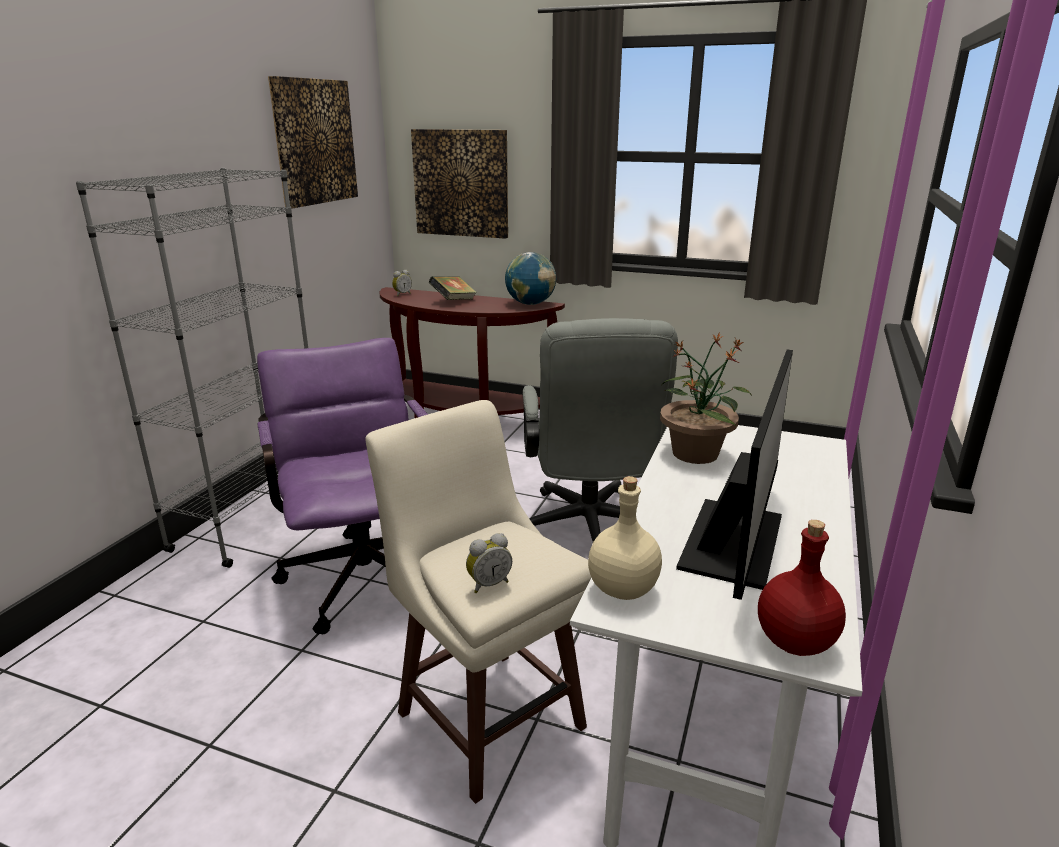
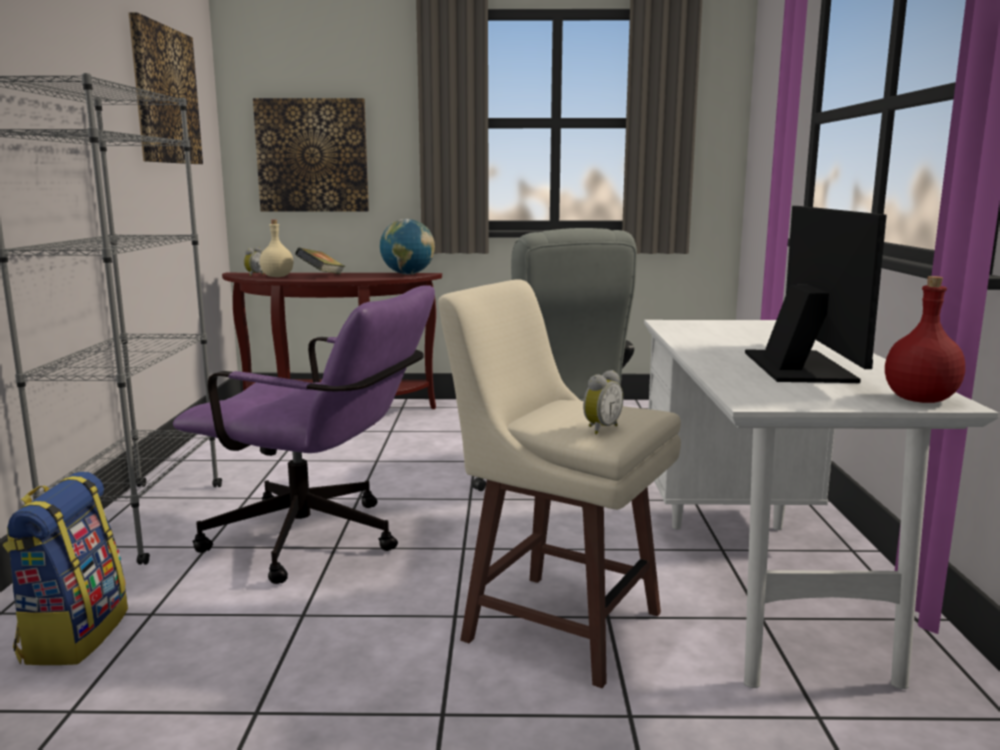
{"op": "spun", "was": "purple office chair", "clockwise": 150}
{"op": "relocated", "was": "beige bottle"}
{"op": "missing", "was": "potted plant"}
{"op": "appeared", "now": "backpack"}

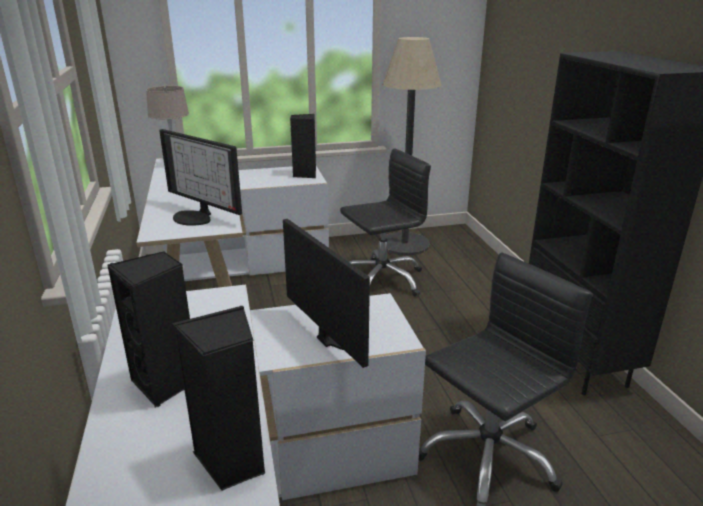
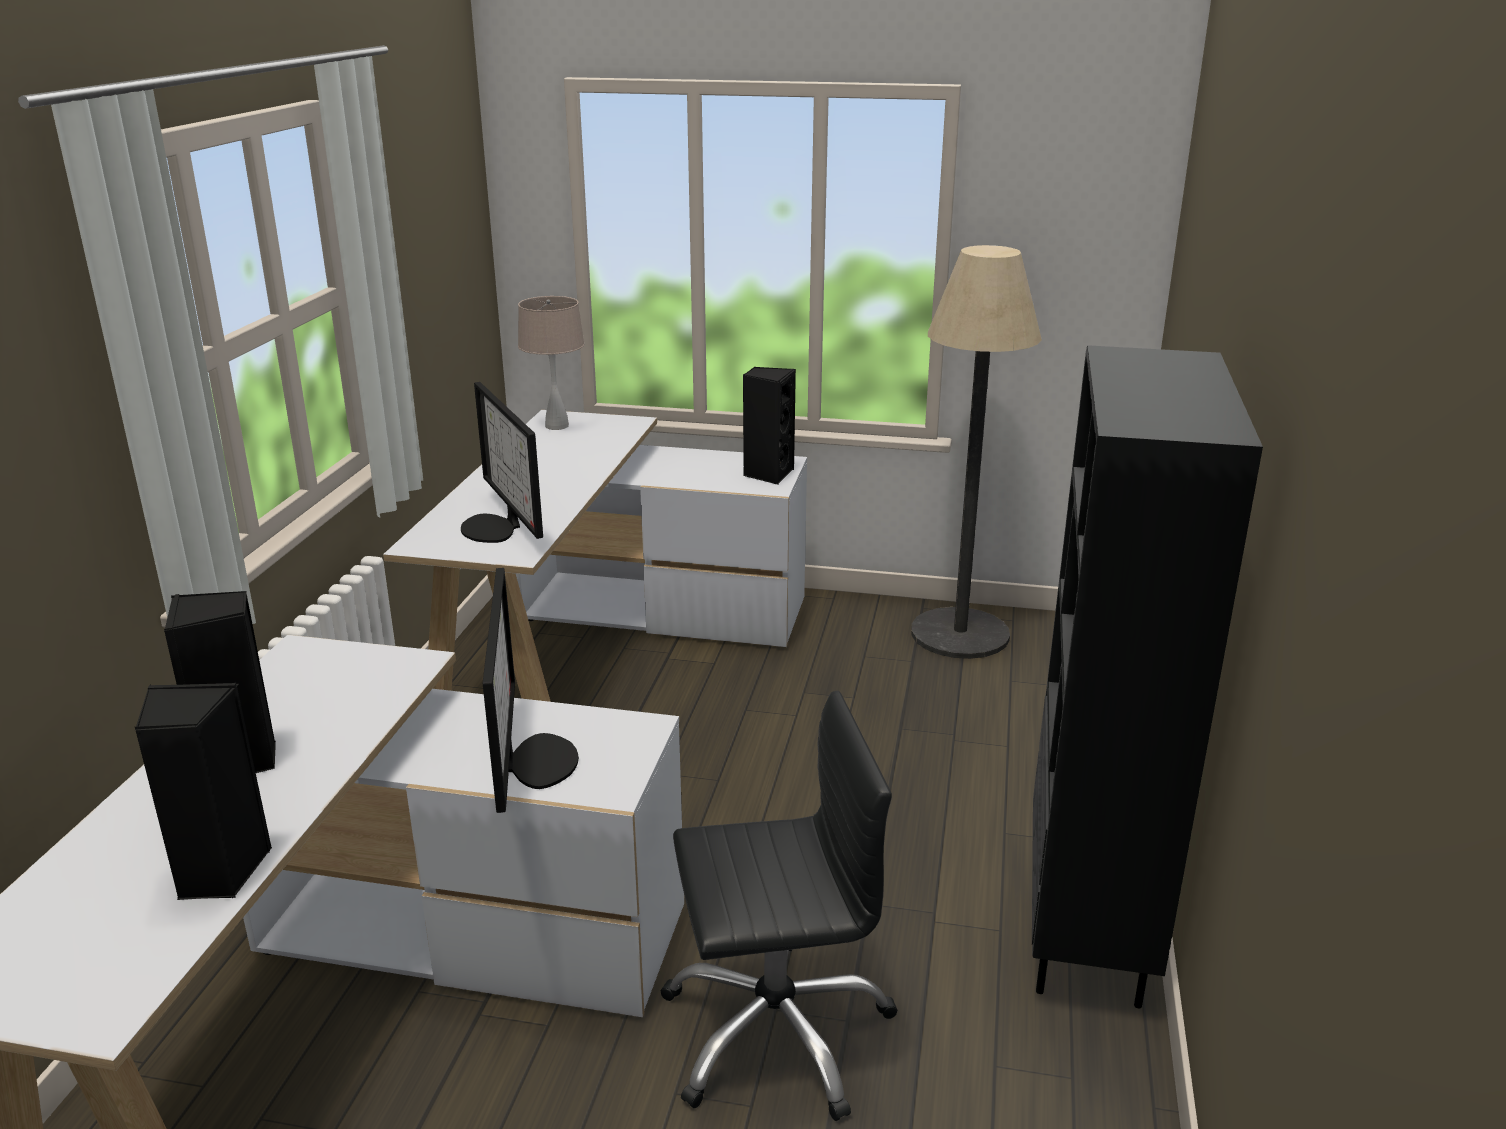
{"op": "missing", "was": "black office chair (no. 1 from left)"}

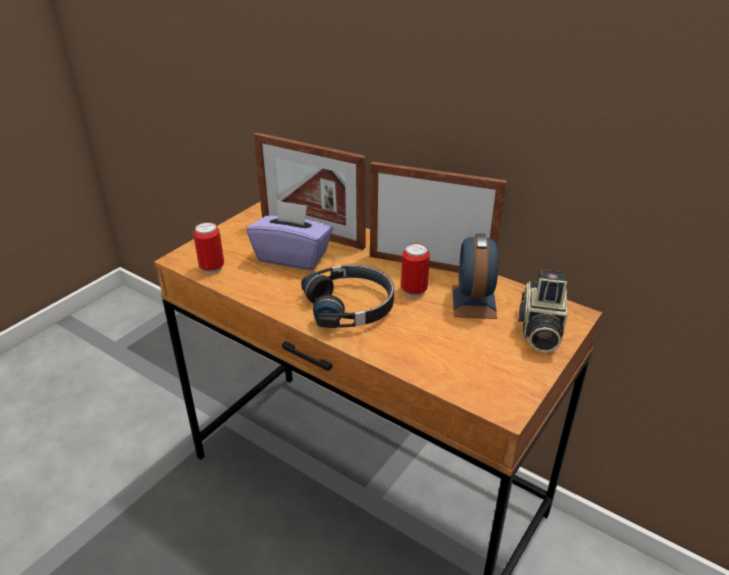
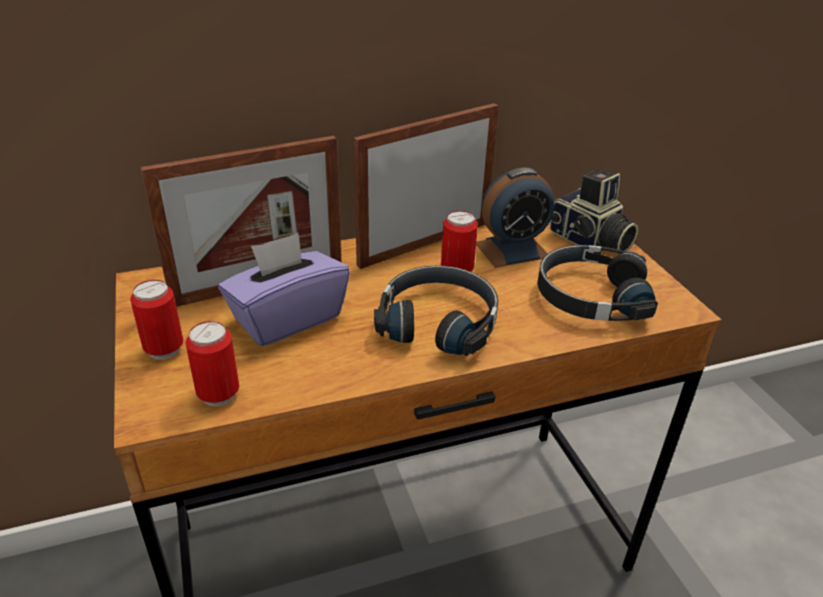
{"op": "spun", "was": "alarm clock", "clockwise": -60}
{"op": "appeared", "now": "can (no. 1 from left)"}
{"op": "appeared", "now": "black headphones (no. 2 from left)"}

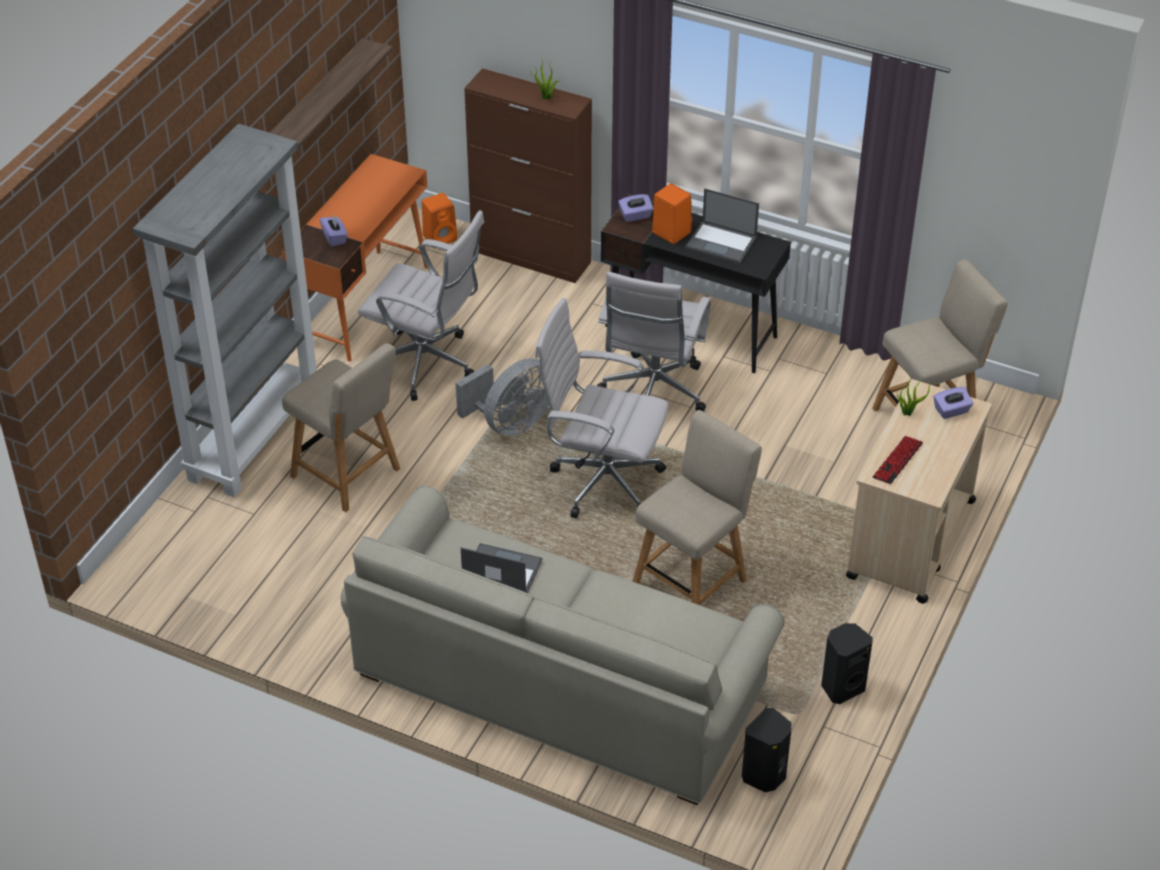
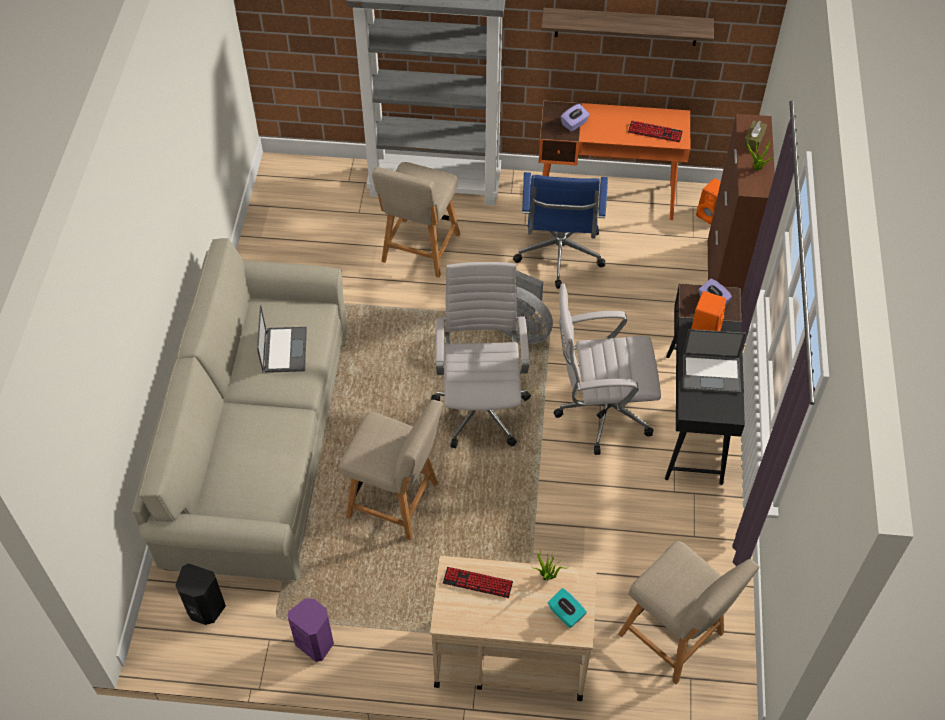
{"op": "colour", "was": "white office chair (no. 1 from left)", "now": "blue office chair"}
{"op": "spun", "was": "laptop (no. 2 from left)", "clockwise": -90}
{"op": "colour", "was": "black speaker (no. 2 from left)", "now": "purple speaker"}
{"op": "colour", "was": "purple tissue box (no. 3 from left)", "now": "turquoise tissue box"}
{"op": "appeared", "now": "keyboard (no. 2 from left)"}
{"op": "appeared", "now": "brown tissue box"}

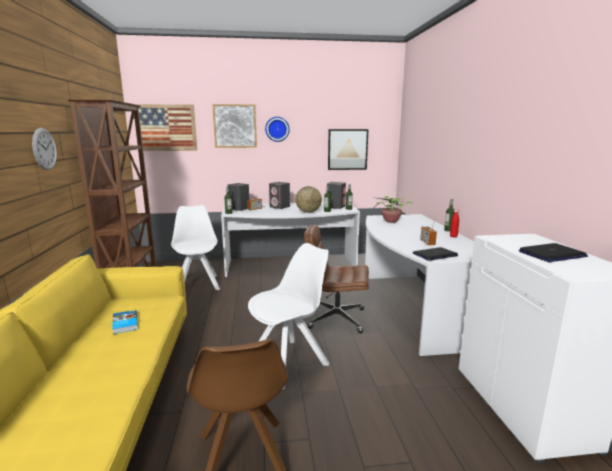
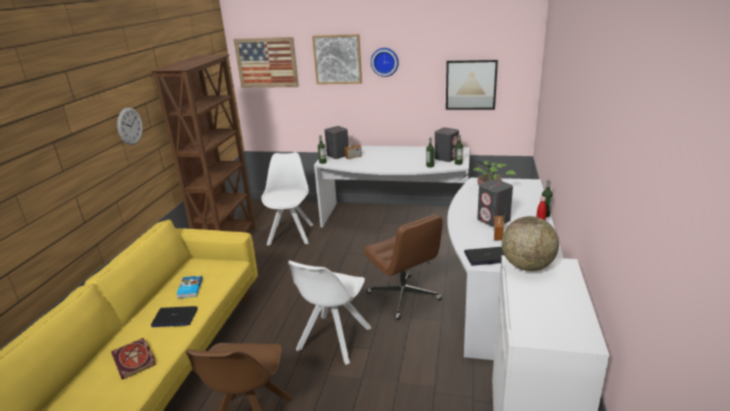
{"op": "spun", "was": "white chair (no. 2 from left)", "clockwise": 135}
{"op": "relocated", "was": "grey speaker (no. 2 from left in the first image)", "now": "grey speaker (no. 3 from left)"}
{"op": "relocated", "was": "globe"}
{"op": "spun", "was": "brown office chair", "clockwise": -150}
{"op": "relocated", "was": "laptop (no. 2 from left in the first image)", "now": "laptop (no. 1 from left)"}
{"op": "appeared", "now": "book (no. 1 from left)"}

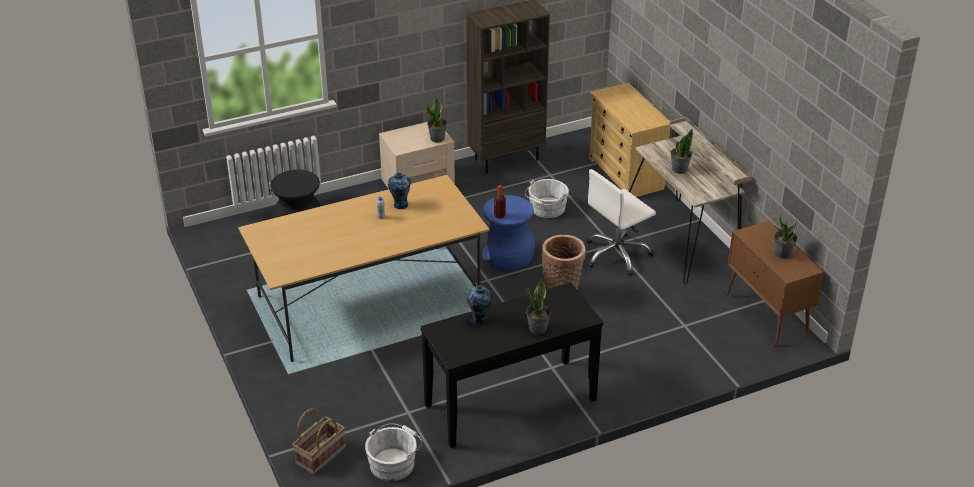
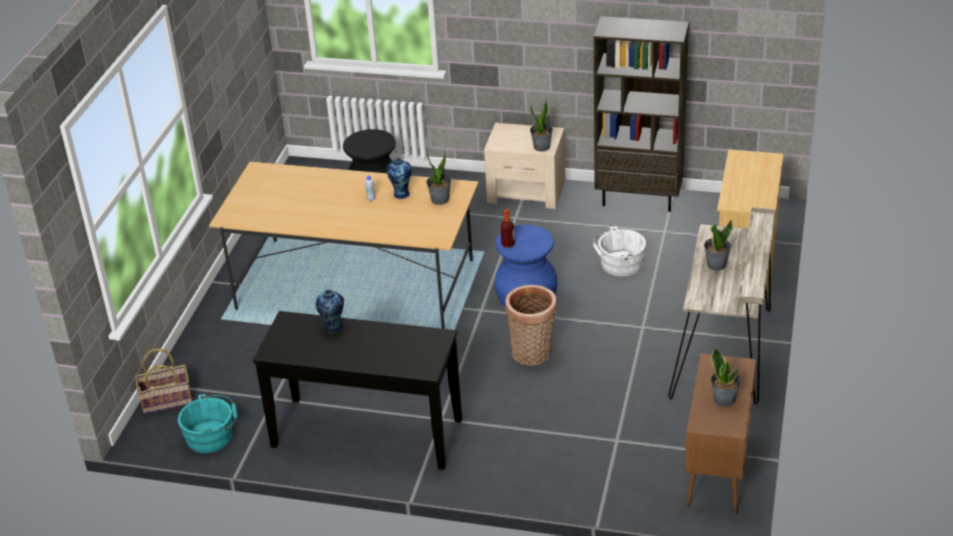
{"op": "colour", "was": "white bucket (no. 1 from left)", "now": "turquoise bucket"}
{"op": "relocated", "was": "potted plant (no. 2 from left in the first image)", "now": "potted plant (no. 1 from left)"}
{"op": "missing", "was": "white office chair"}

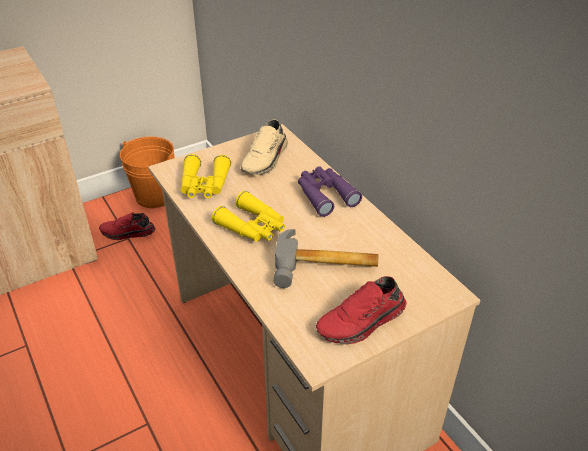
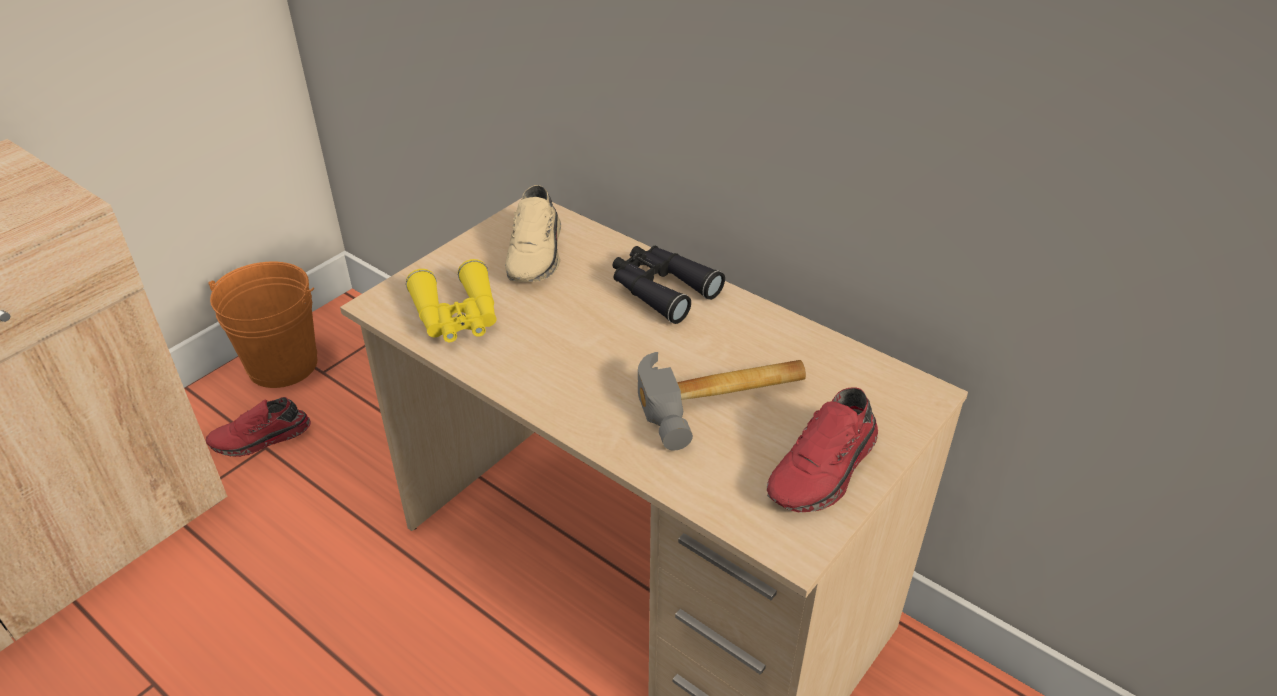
{"op": "missing", "was": "yellow binoculars (no. 2 from left)"}
{"op": "colour", "was": "purple binoculars", "now": "black binoculars"}

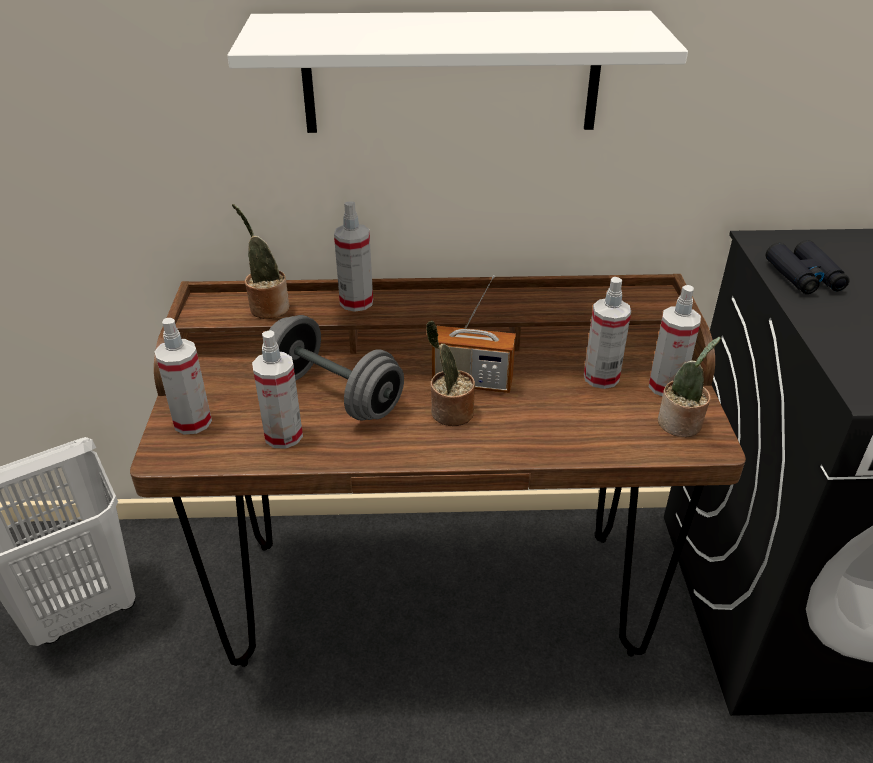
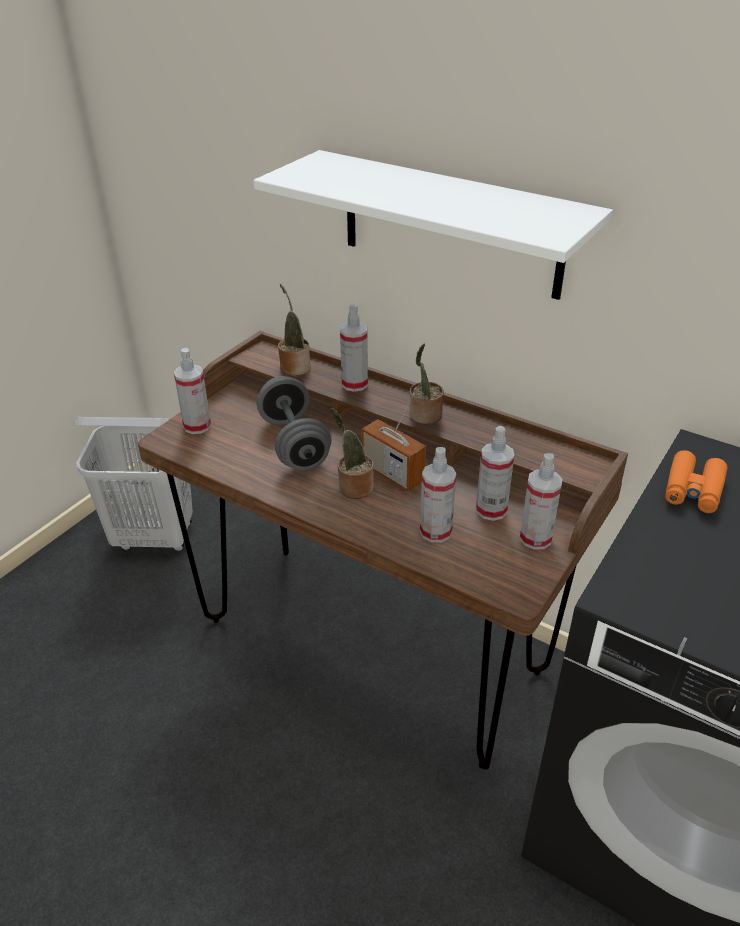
{"op": "relocated", "was": "spray bottle (no. 2 from left in the first image)", "now": "spray bottle (no. 3 from left)"}
{"op": "relocated", "was": "potted plant (no. 3 from left)"}
{"op": "colour", "was": "black binoculars", "now": "orange binoculars"}

